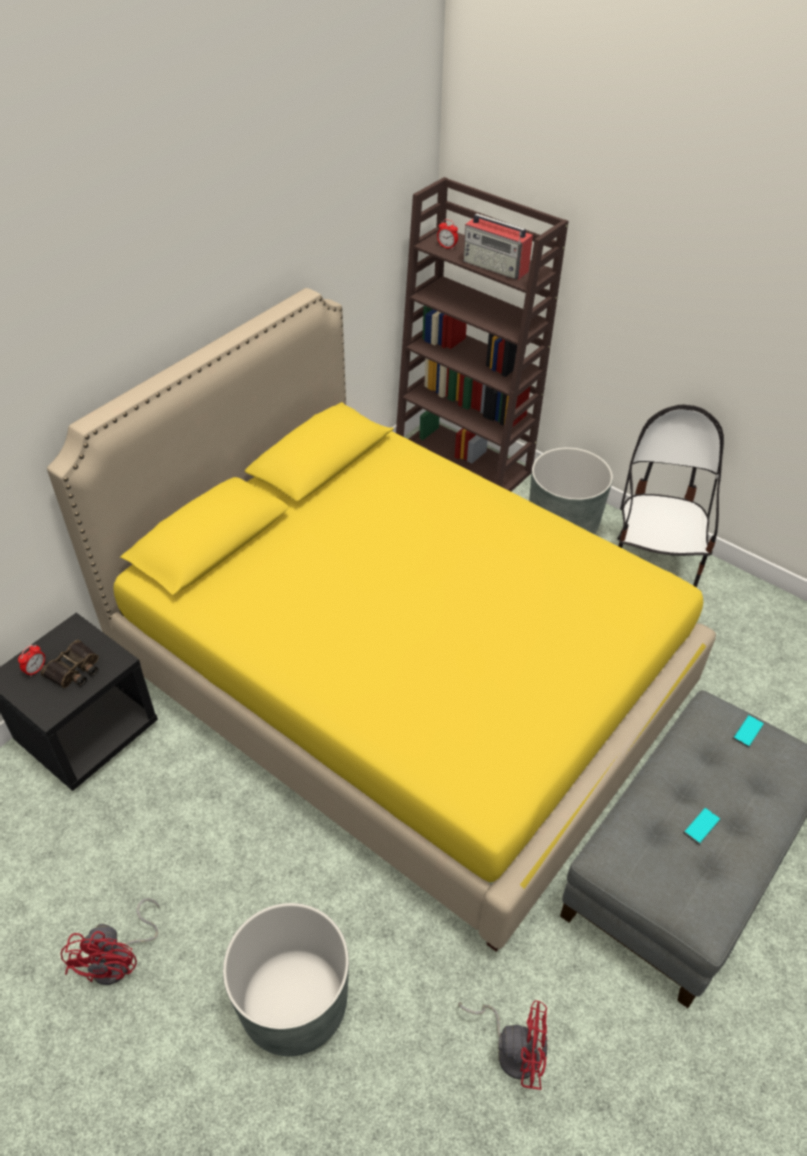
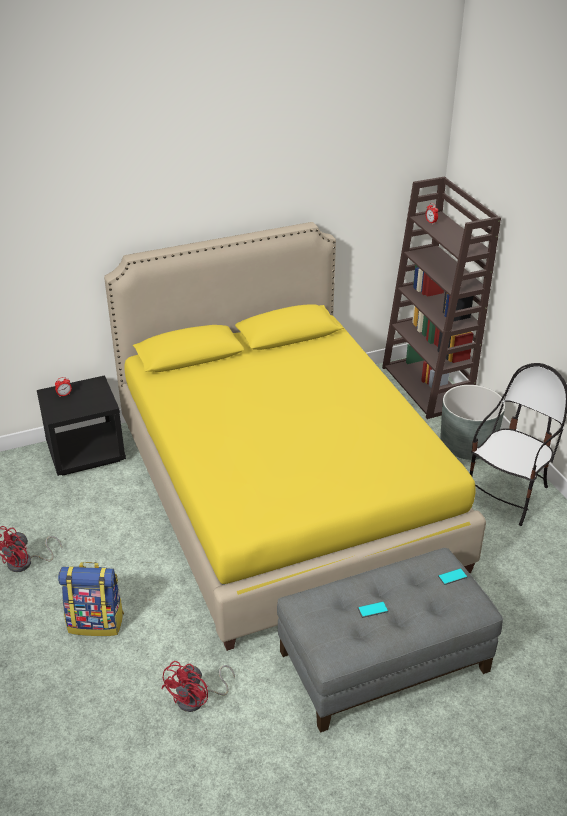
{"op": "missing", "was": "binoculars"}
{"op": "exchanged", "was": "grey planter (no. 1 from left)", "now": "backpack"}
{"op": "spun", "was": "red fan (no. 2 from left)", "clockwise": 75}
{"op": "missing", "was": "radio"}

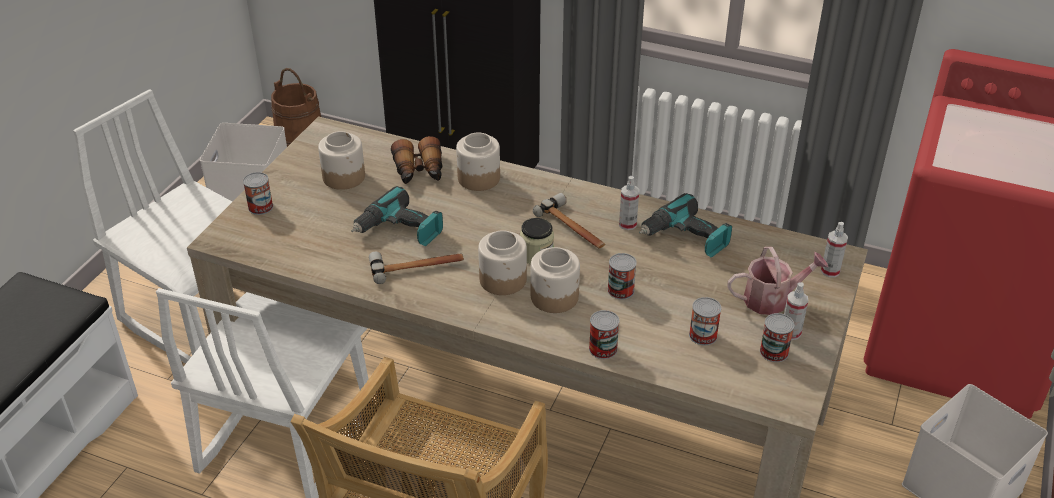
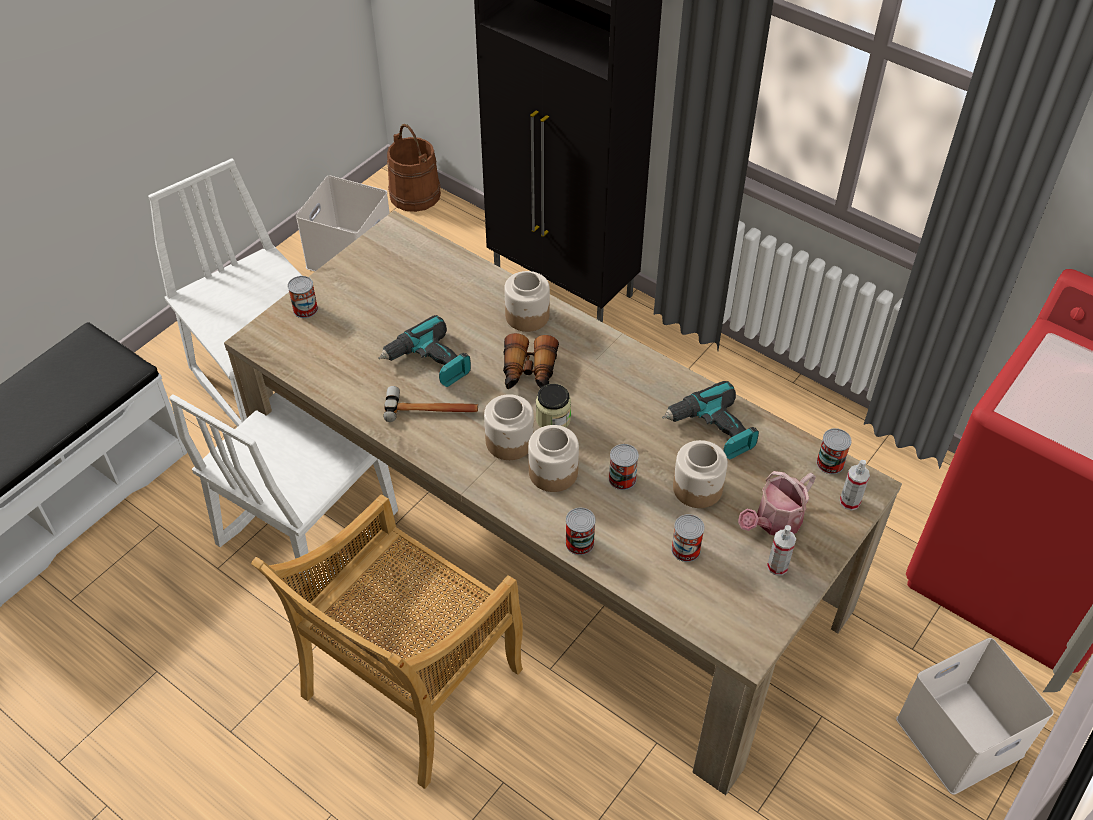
{"op": "relocated", "was": "jar (no. 1 from left in the first image)", "now": "jar (no. 5 from left)"}
{"op": "relocated", "was": "binoculars"}
{"op": "missing", "was": "hammer (no. 2 from left)"}
{"op": "missing", "was": "spray bottle (no. 1 from left)"}
{"op": "spun", "was": "watering can", "clockwise": 135}
{"op": "relocated", "was": "can (no. 5 from left)"}

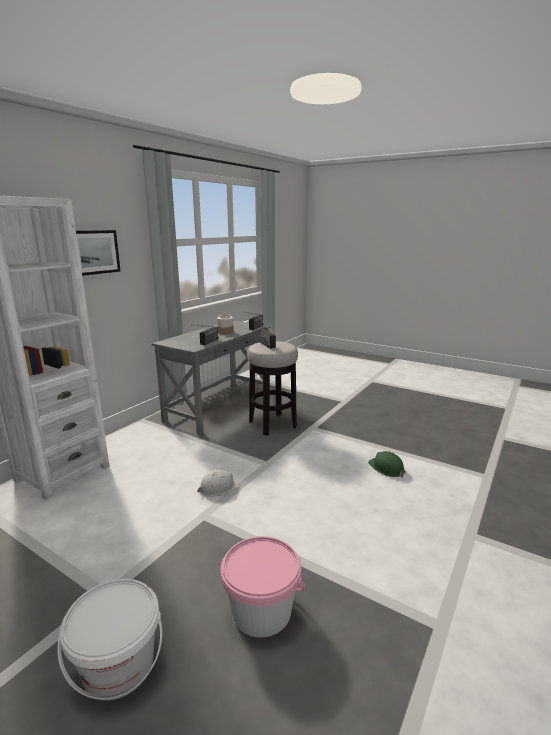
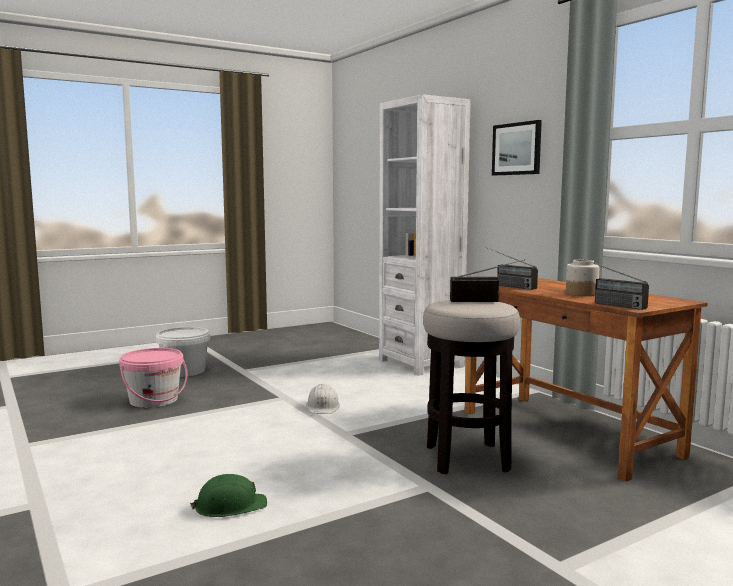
{"op": "colour", "was": "grey desk", "now": "brown desk"}

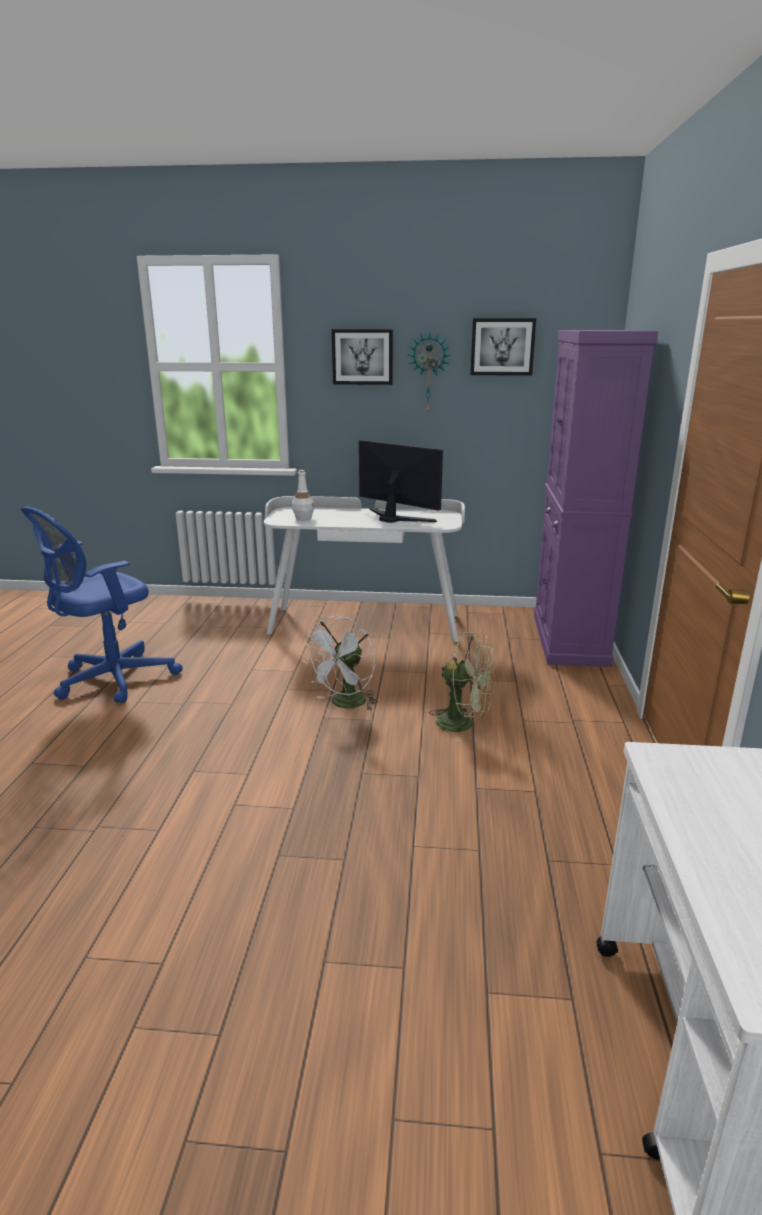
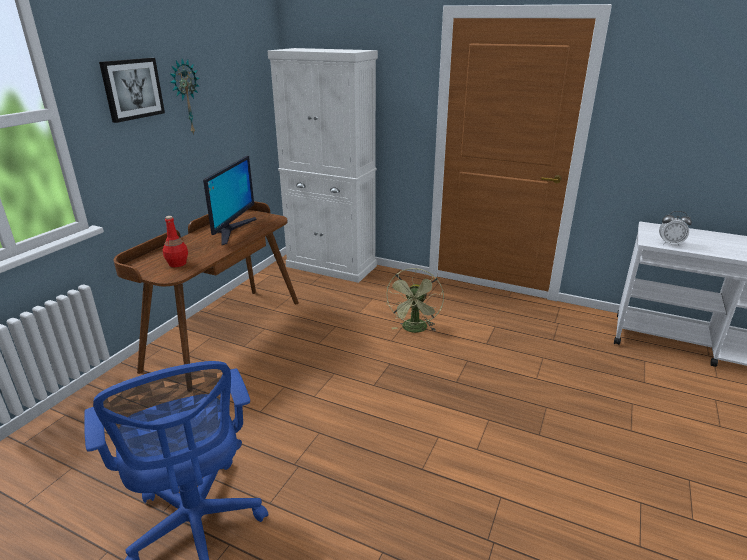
{"op": "colour", "was": "white desk", "now": "brown desk"}
{"op": "colour", "was": "white bottle", "now": "red bottle"}
{"op": "missing", "was": "white fan"}
{"op": "spun", "was": "monitor", "clockwise": 135}
{"op": "spun", "was": "green fan", "clockwise": 150}
{"op": "missing", "was": "picture (no. 2 from left)"}
{"op": "colour", "was": "purple cabinet", "now": "white cabinet"}
{"op": "appeared", "now": "alarm clock"}

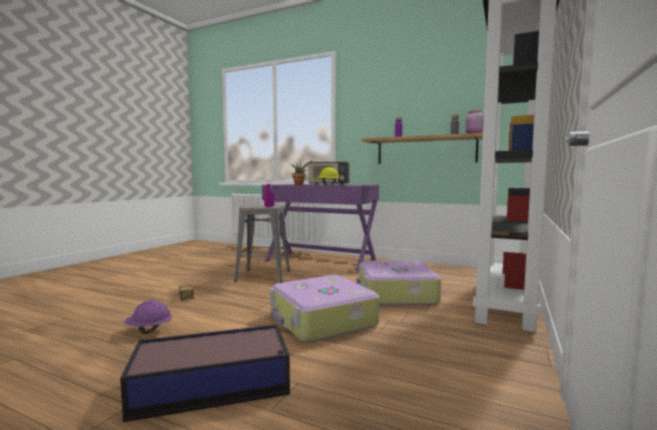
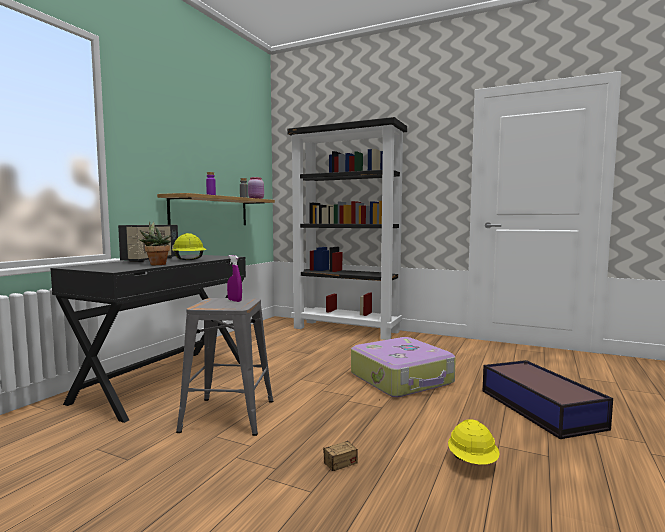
{"op": "colour", "was": "purple hard hat", "now": "yellow hard hat (no. 2 from left)"}
{"op": "colour", "was": "purple desk", "now": "black desk"}
{"op": "missing", "was": "suitcase (no. 2 from left)"}

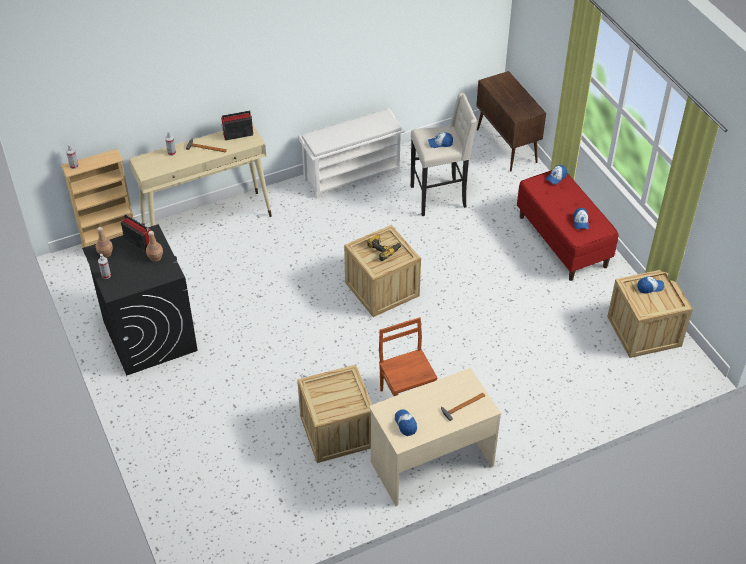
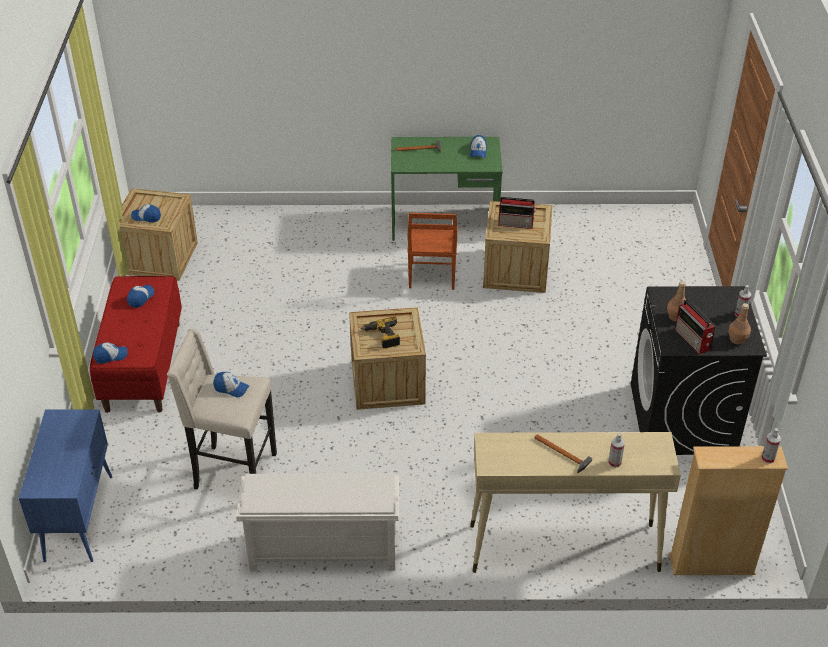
{"op": "relocated", "was": "radio (no. 2 from left in the first image)", "now": "radio (no. 1 from left)"}
{"op": "colour", "was": "beige desk", "now": "green desk"}
{"op": "colour", "was": "brown cabinet", "now": "blue cabinet"}

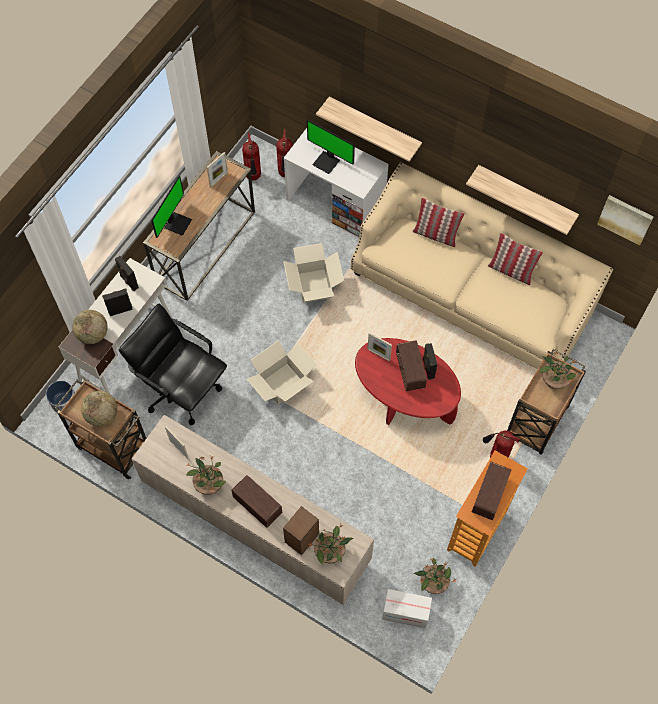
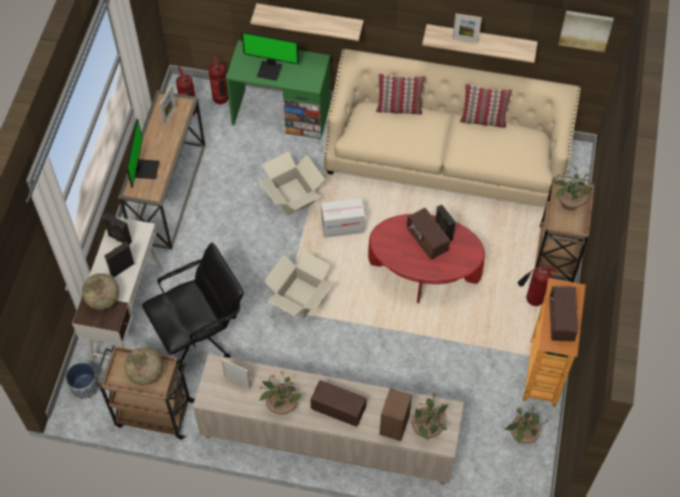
{"op": "spun", "was": "black office chair", "clockwise": 135}
{"op": "colour", "was": "white desk (no. 2 from left)", "now": "green desk"}
{"op": "relocated", "was": "picture frame (no. 3 from left)"}
{"op": "relocated", "was": "cardboard box (no. 3 from left)"}

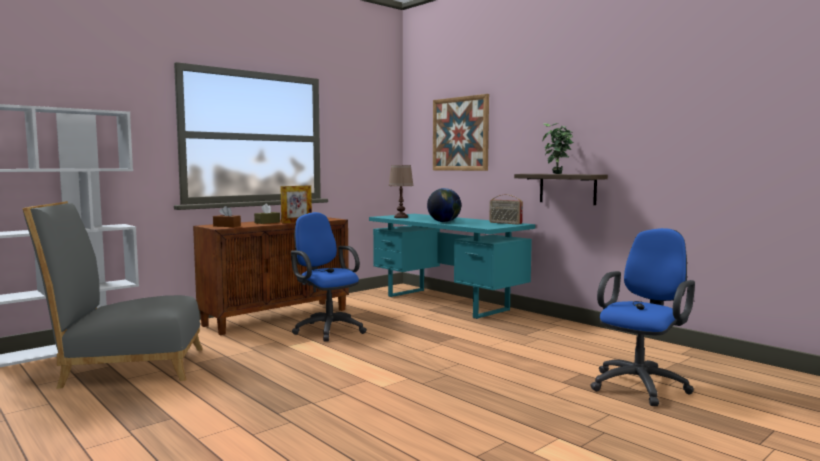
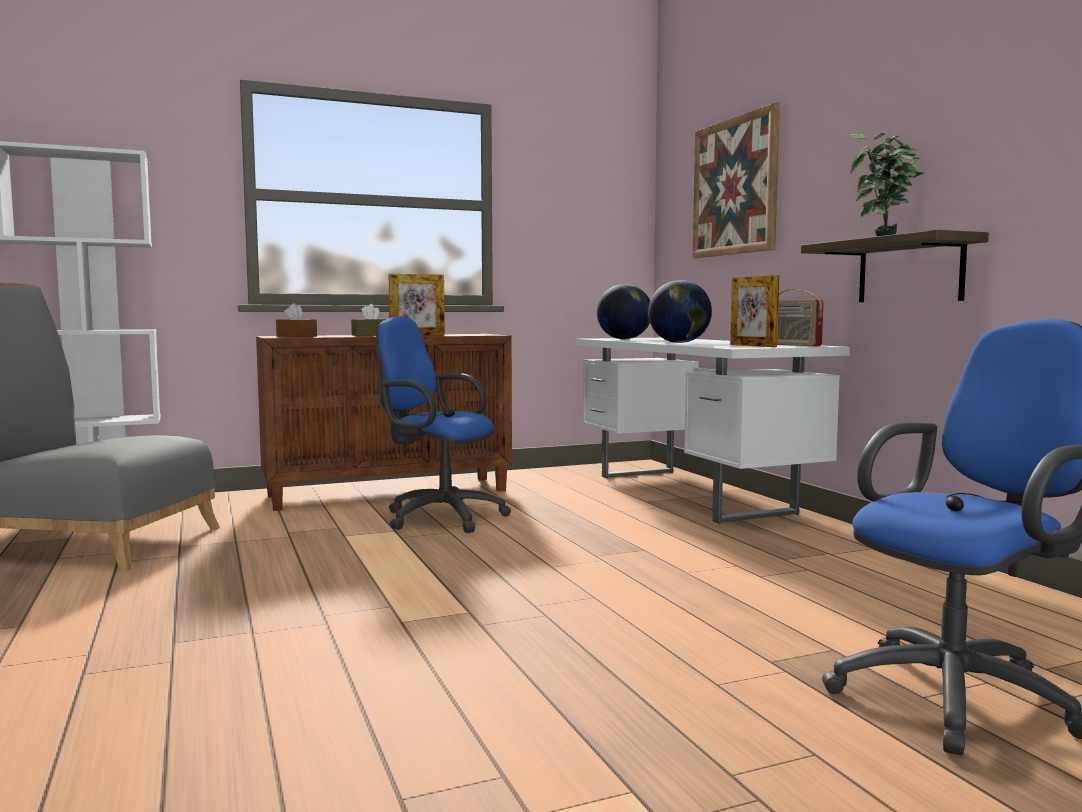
{"op": "spun", "was": "blue office chair (no. 1 from left)", "clockwise": -45}
{"op": "colour", "was": "turquoise desk", "now": "white desk"}
{"op": "exchanged", "was": "brown table lamp", "now": "globe (no. 1 from left)"}
{"op": "appeared", "now": "picture frame (no. 2 from left)"}

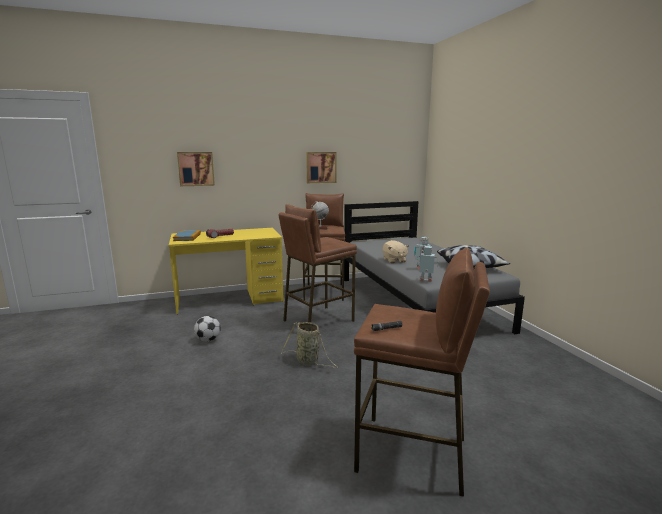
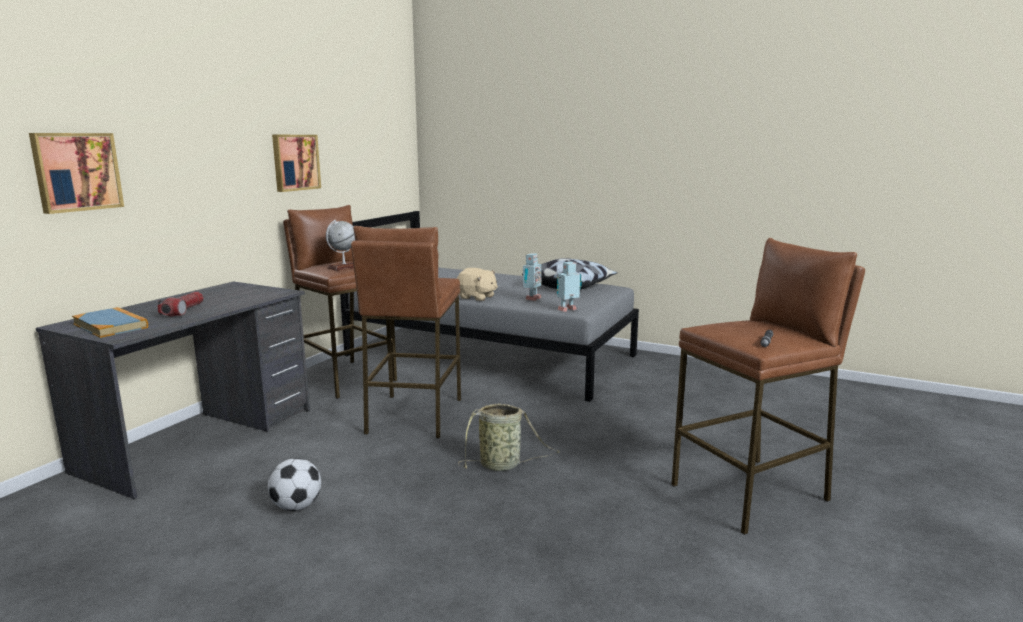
{"op": "colour", "was": "yellow desk", "now": "grey desk"}

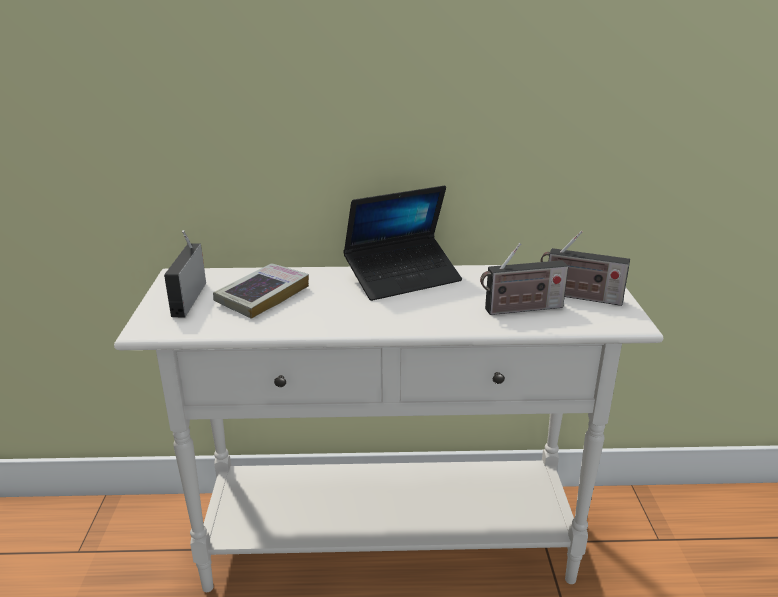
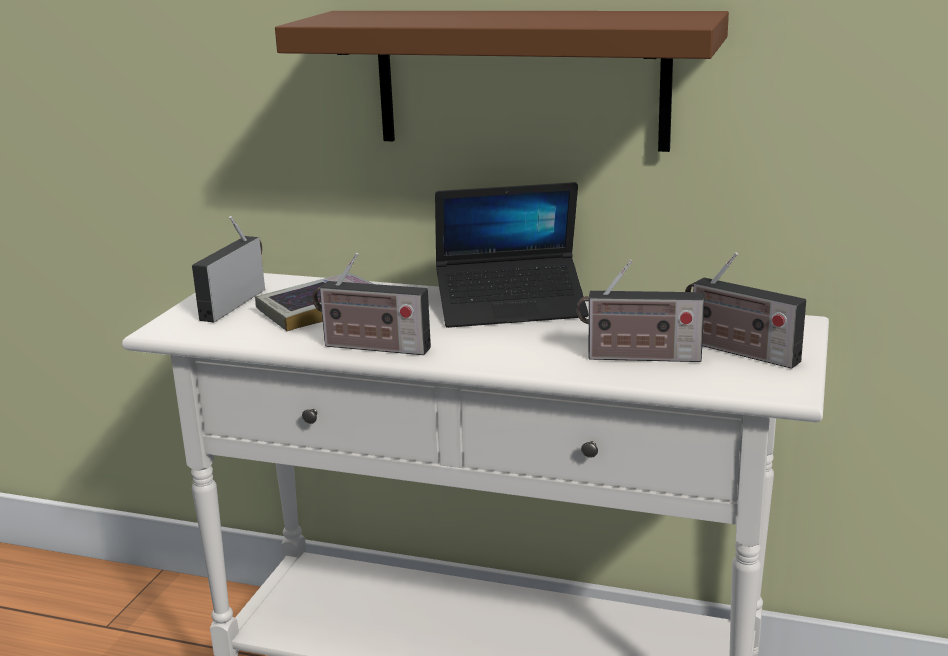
{"op": "appeared", "now": "brown shelf"}
{"op": "appeared", "now": "radio (no. 2 from left)"}

